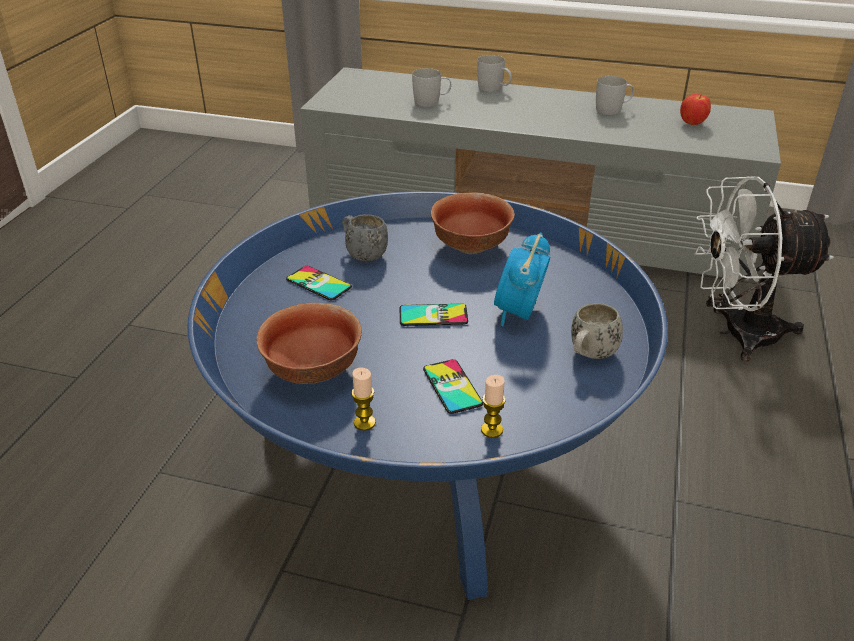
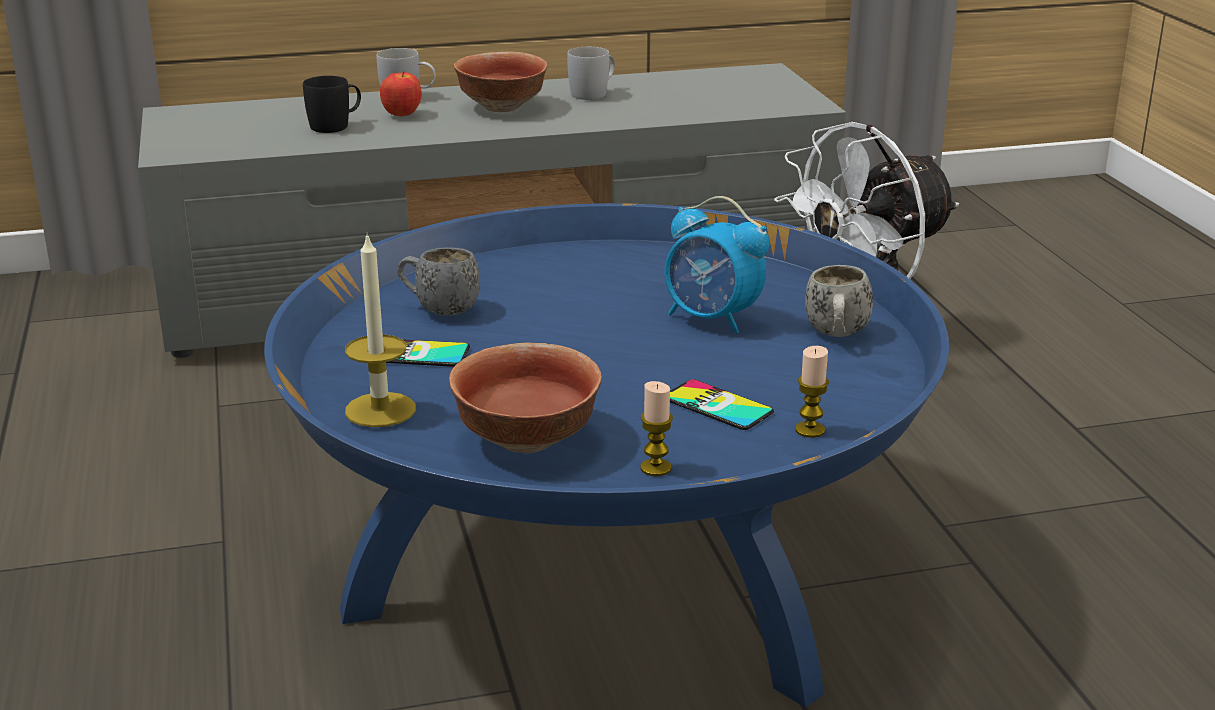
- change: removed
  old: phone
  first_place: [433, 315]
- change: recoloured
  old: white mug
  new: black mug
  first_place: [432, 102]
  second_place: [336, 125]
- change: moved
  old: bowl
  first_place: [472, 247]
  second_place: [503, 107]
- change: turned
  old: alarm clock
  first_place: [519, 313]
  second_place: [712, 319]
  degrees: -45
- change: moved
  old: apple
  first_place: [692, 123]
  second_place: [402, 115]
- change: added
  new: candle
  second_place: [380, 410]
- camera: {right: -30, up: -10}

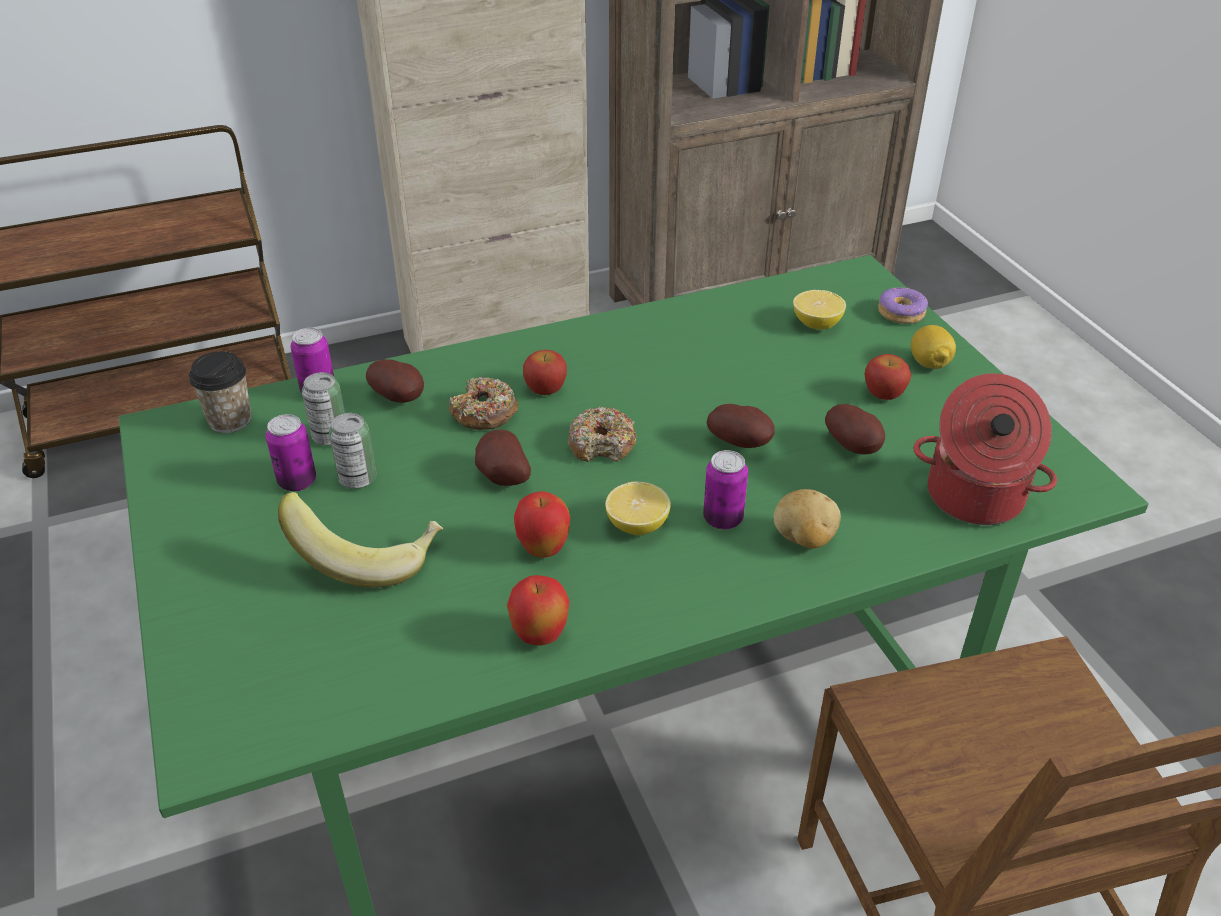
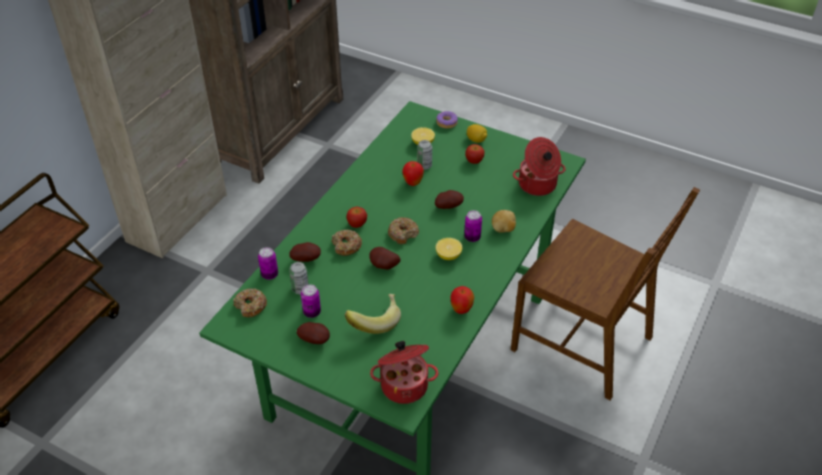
- change: replaced
  old: cup
  new: donut
  first_place: [230, 420]
  second_place: [250, 306]
- change: moved
  old: can
  first_place: [358, 479]
  second_place: [424, 166]
- change: moved
  old: apple
  first_place: [543, 550]
  second_place: [412, 183]
- change: moved
  old: potato
  first_place: [854, 448]
  second_place: [315, 339]
- change: added
  new: cooking pot
  second_place: [404, 384]
- camera: {right: -40, up: 5}

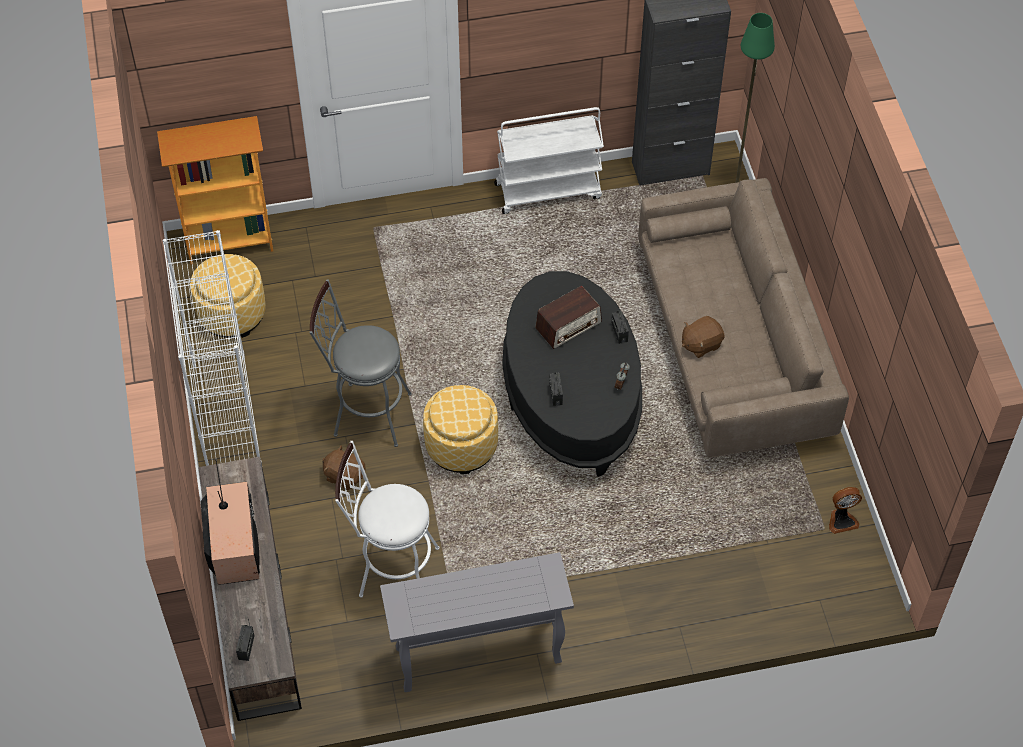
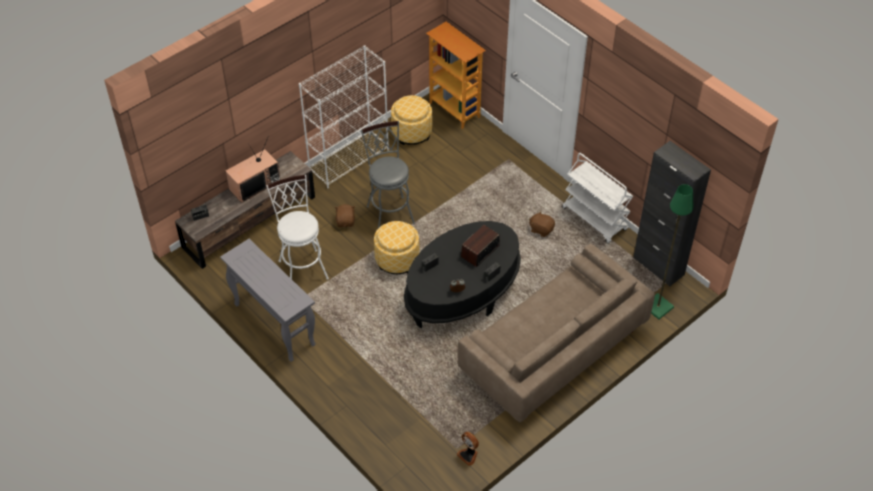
- change: turned
  old: radio
  first_place: [568, 325]
  second_place: [480, 251]
  degrees: 105
- change: moved
  old: brown plush toy
  first_place: [701, 344]
  second_place: [541, 229]
- camera: {right: 60, up: -5}

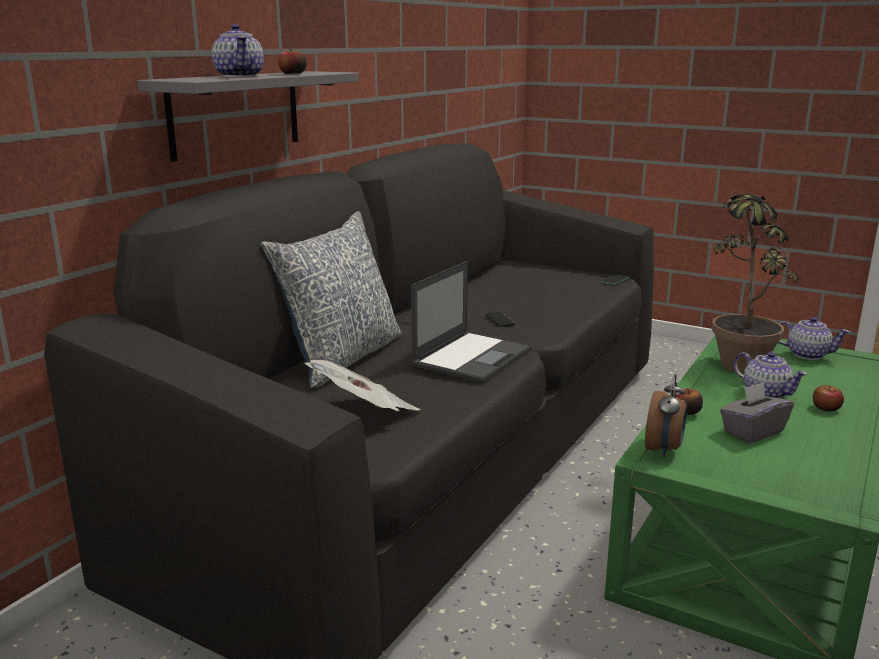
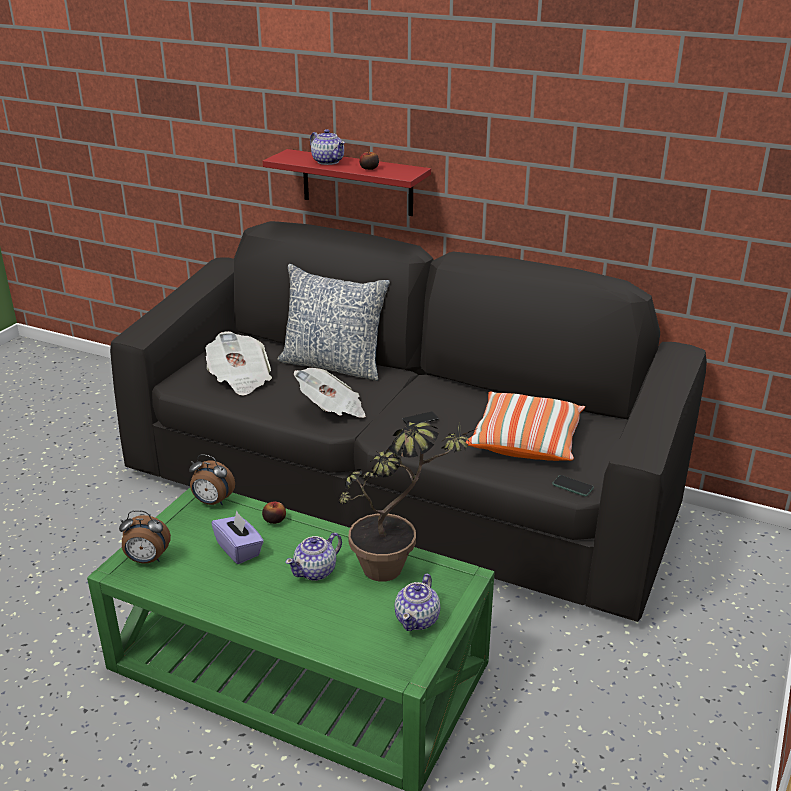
- change: recoloured
  old: grey shelf
  new: red shelf
  first_place: [236, 113]
  second_place: [357, 183]
- change: turned
  old: teapot
  first_place: [240, 76]
  second_place: [328, 161]
  degrees: -105
- change: replaced
  old: laptop
  new: newspaper
  first_place: [473, 357]
  second_place: [332, 410]
- change: recoloured
  old: grey tissue box
  new: purple tissue box
  first_place: [752, 432]
  second_place: [239, 549]
- change: removed
  old: apple
  first_place: [826, 408]
- change: added
  new: alarm clock
  second_place: [147, 560]
- change: added
  new: pillow
  second_place: [525, 441]
- camera: {right: 85, up: 10}

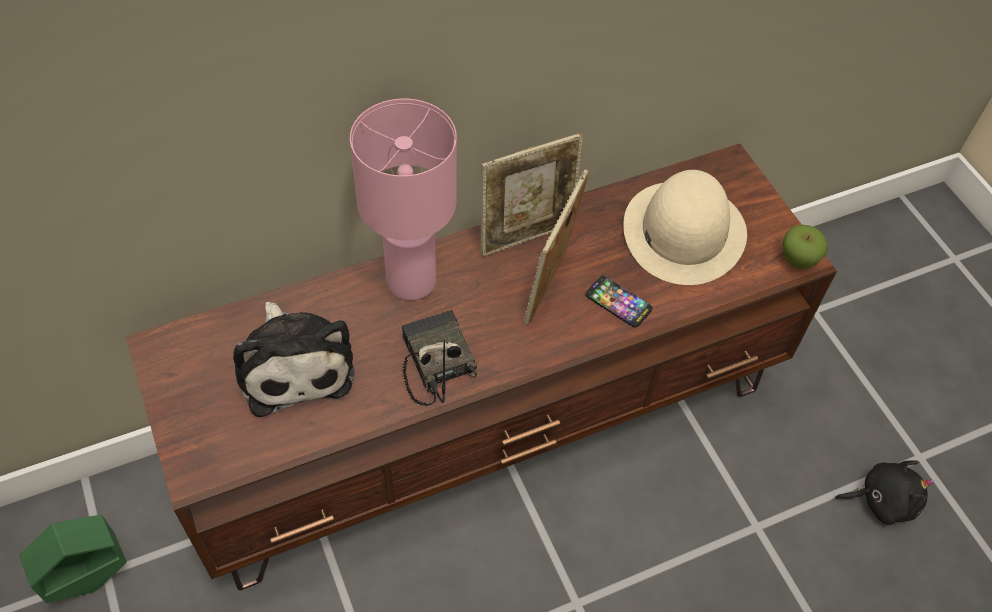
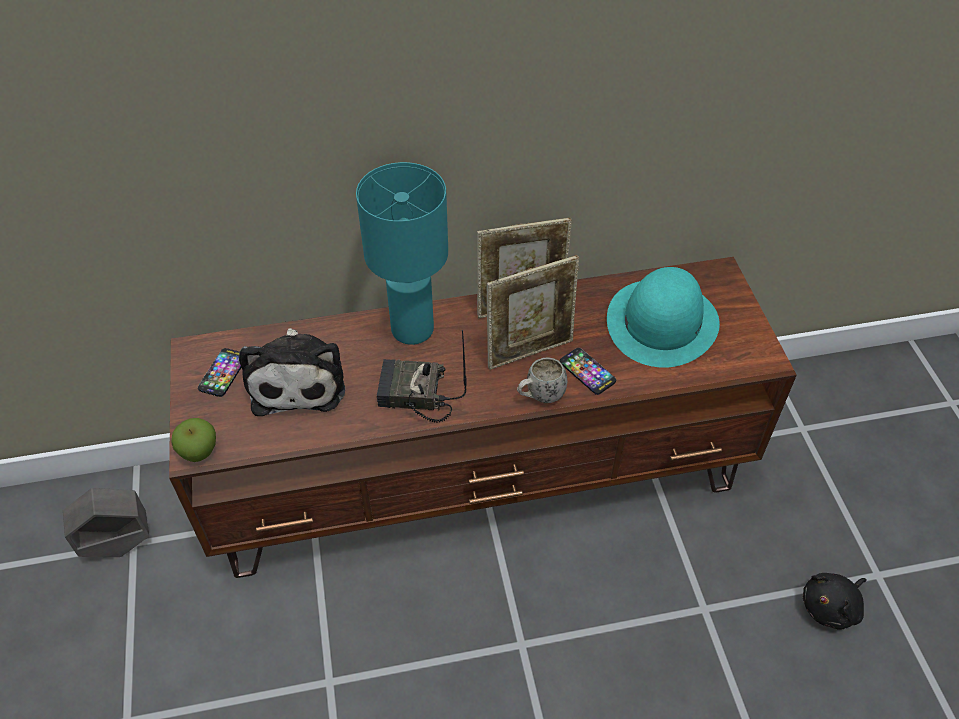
- change: recoloured
  old: green planter
  new: grey planter
  first_place: [88, 576]
  second_place: [119, 544]
- change: recoloured
  old: pink table lamp
  new: turquoise table lamp
  first_place: [412, 281]
  second_place: [413, 329]
- change: turned
  old: radio
  first_place: [434, 362]
  second_place: [414, 396]
  degrees: -75
- change: turned
  old: picture frame
  first_place: [549, 287]
  second_place: [530, 351]
  degrees: -150
- change: recoloured
  old: beige hat
  new: turquoise hat
  first_place: [683, 231]
  second_place: [662, 321]
- change: moved
  old: apple
  first_place: [798, 260]
  second_place: [199, 452]
- change: turned
  old: black plush toy
  first_place: [882, 500]
  second_place: [831, 607]
  degrees: 135
- change: added
  new: phone
  second_place: [223, 373]
- change: added
  new: white mug
  second_place: [540, 396]
- camera: {right: 15, up: -5}

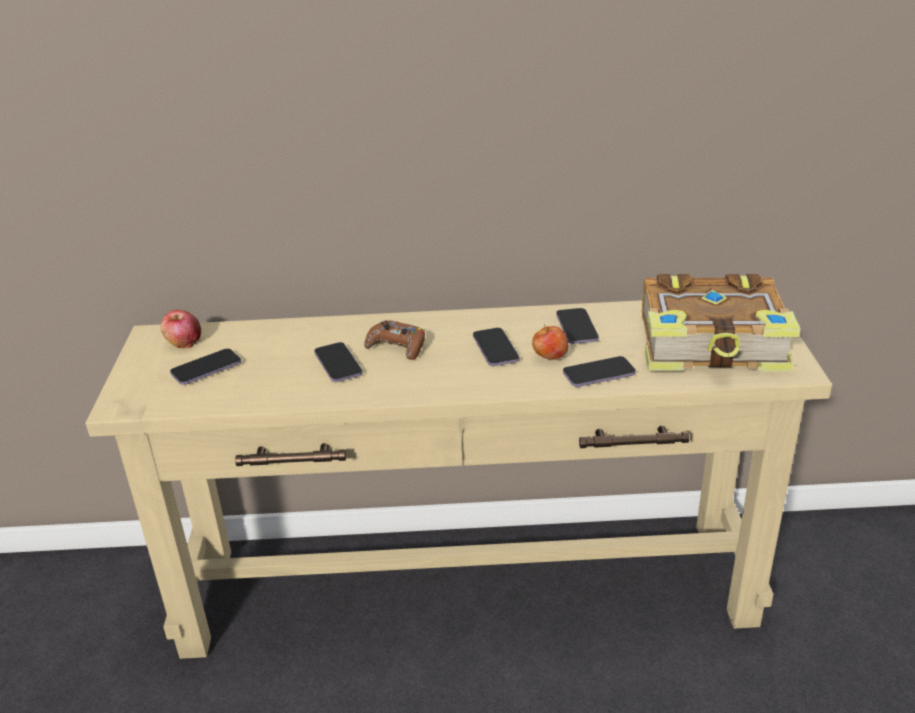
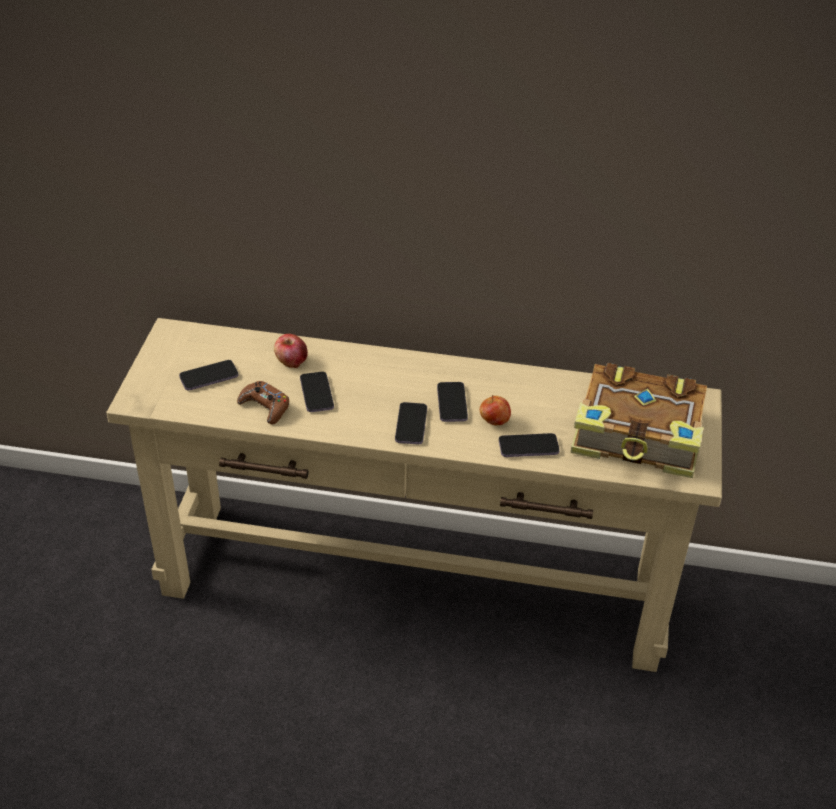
- change: moved
  old: apple
  first_place: [184, 342]
  second_place: [291, 361]
- change: moved
  old: brown game controller
  first_place: [397, 346]
  second_place: [265, 407]
- change: moved
  old: phone
  first_place: [577, 328]
  second_place: [411, 425]
- camera: {right: 10, up: 10}

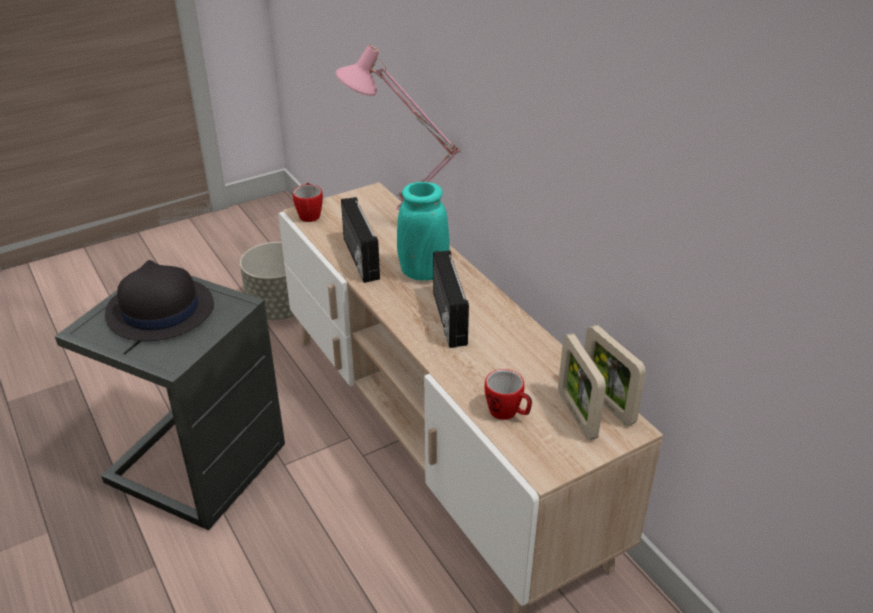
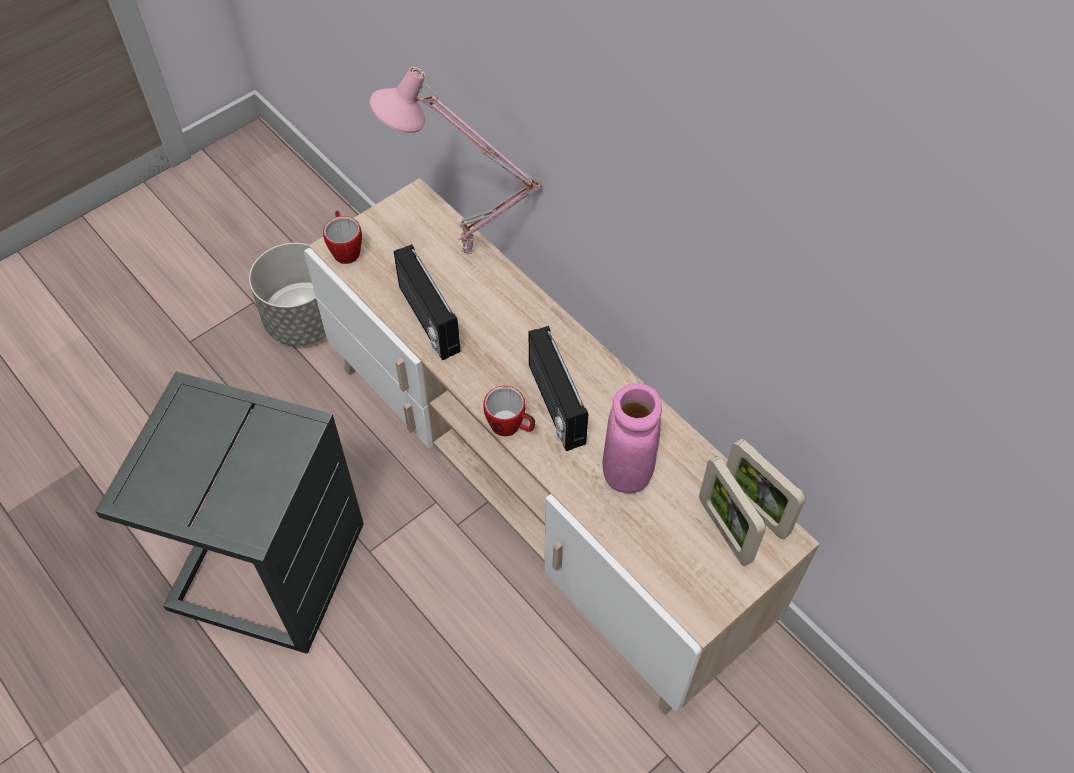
- change: removed
  old: black hat
  first_place: [159, 311]
- change: removed
  old: turquoise vase
  first_place: [423, 273]
- change: moved
  old: mug
  first_place: [508, 413]
  second_place: [511, 427]
- change: added
  new: pink vase
  second_place: [627, 470]
- camera: {right: -10, up: 20}

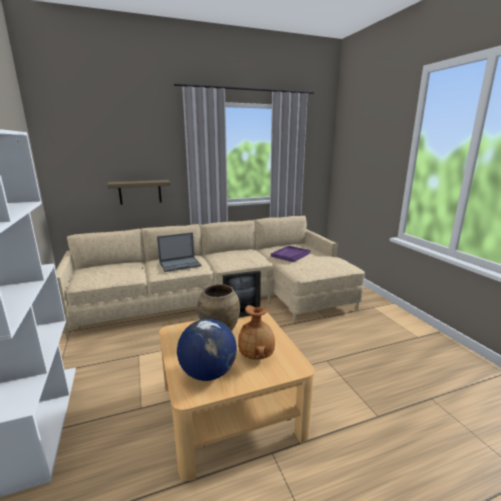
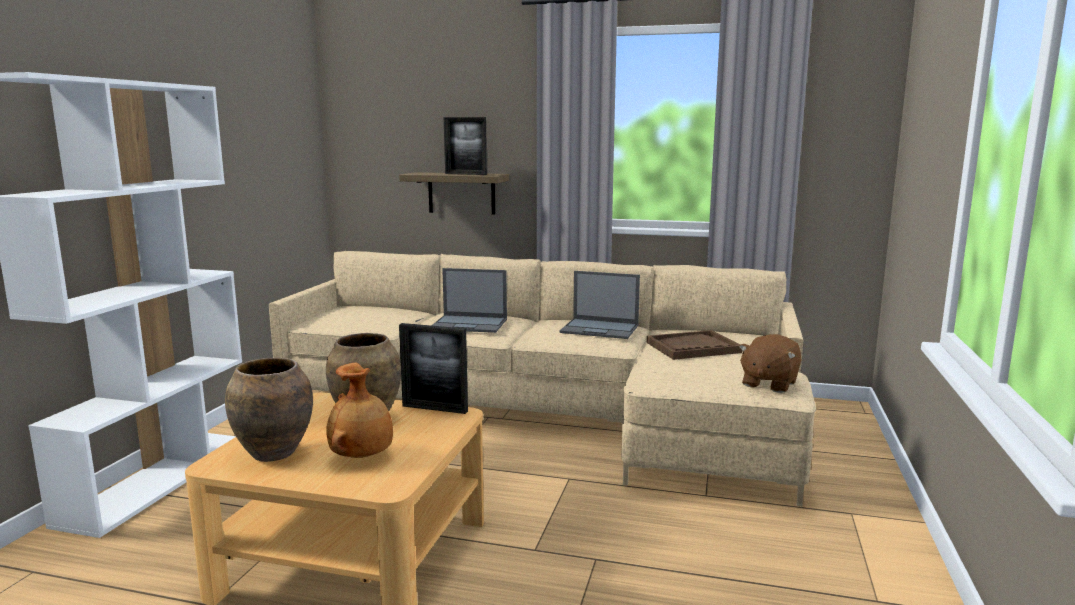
- change: replaced
  old: globe
  new: brown vase
  first_place: [208, 373]
  second_place: [273, 453]
- change: recoloured
  old: purple tray
  new: brown tray
  first_place: [290, 255]
  second_place: [693, 347]
- change: added
  new: picture frame
  second_place: [465, 174]
- change: added
  new: laptop
  second_place: [600, 329]
- change: added
  new: brown plush toy
  second_place: [768, 383]
- camera: {right: 35, up: -5}

